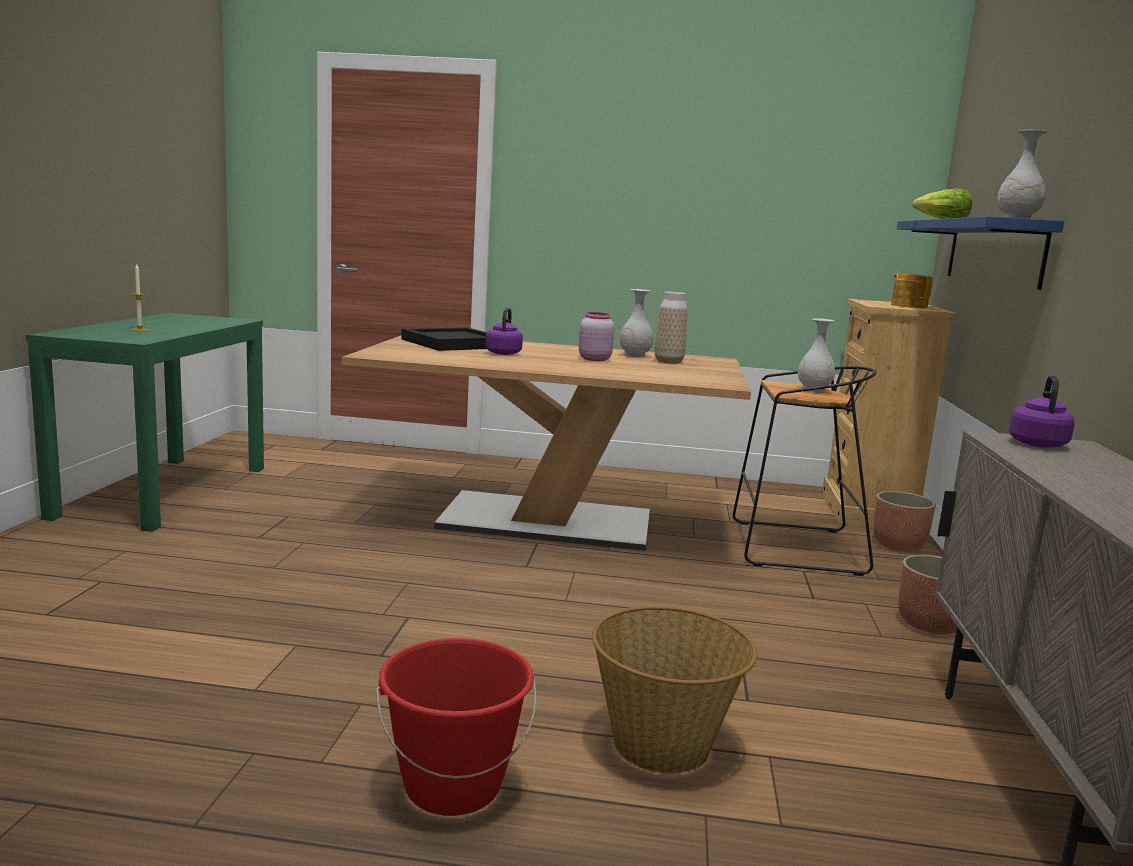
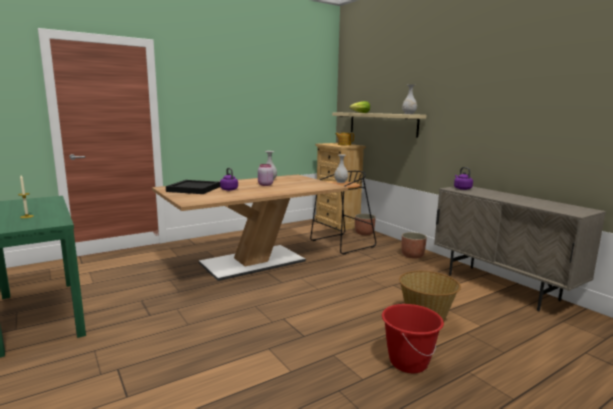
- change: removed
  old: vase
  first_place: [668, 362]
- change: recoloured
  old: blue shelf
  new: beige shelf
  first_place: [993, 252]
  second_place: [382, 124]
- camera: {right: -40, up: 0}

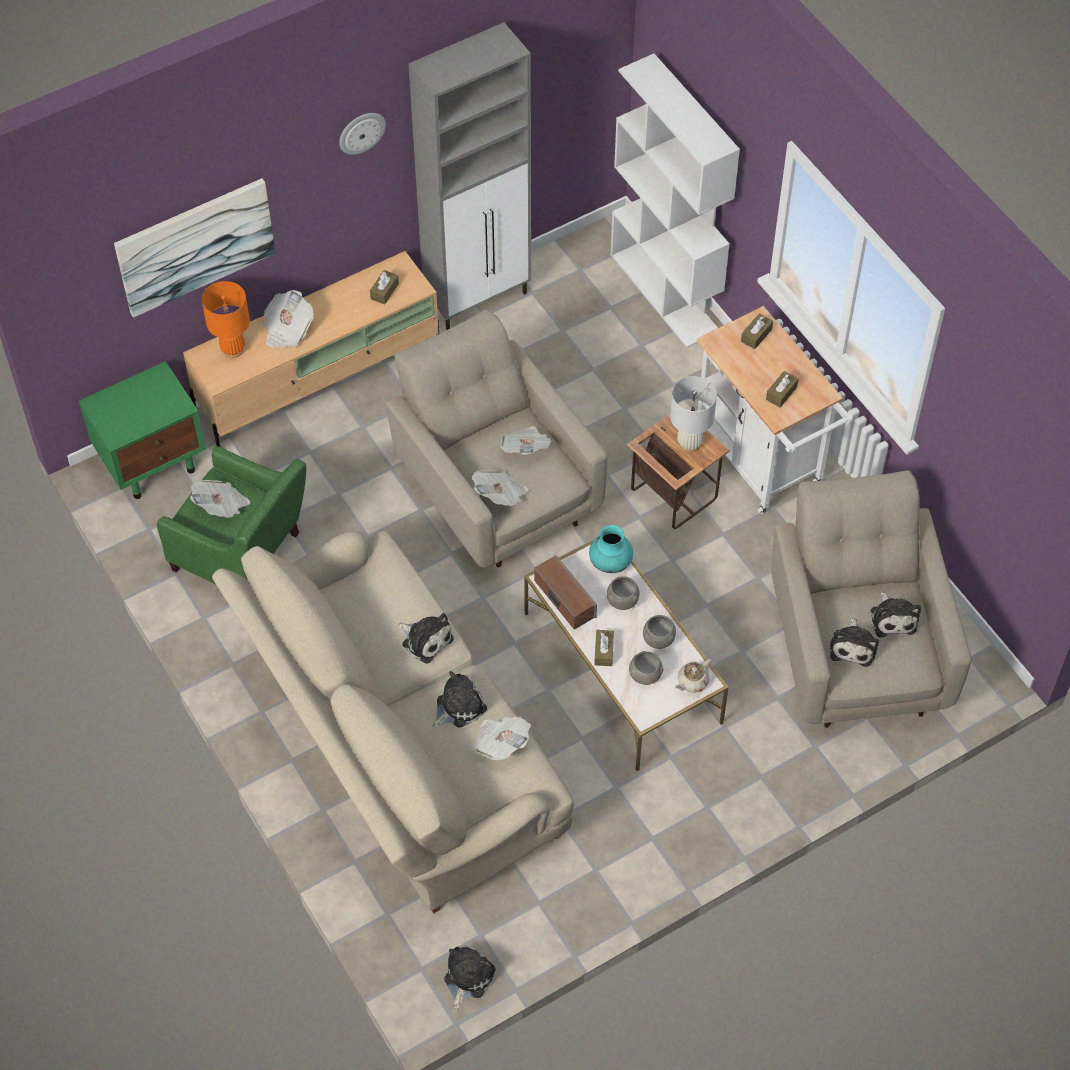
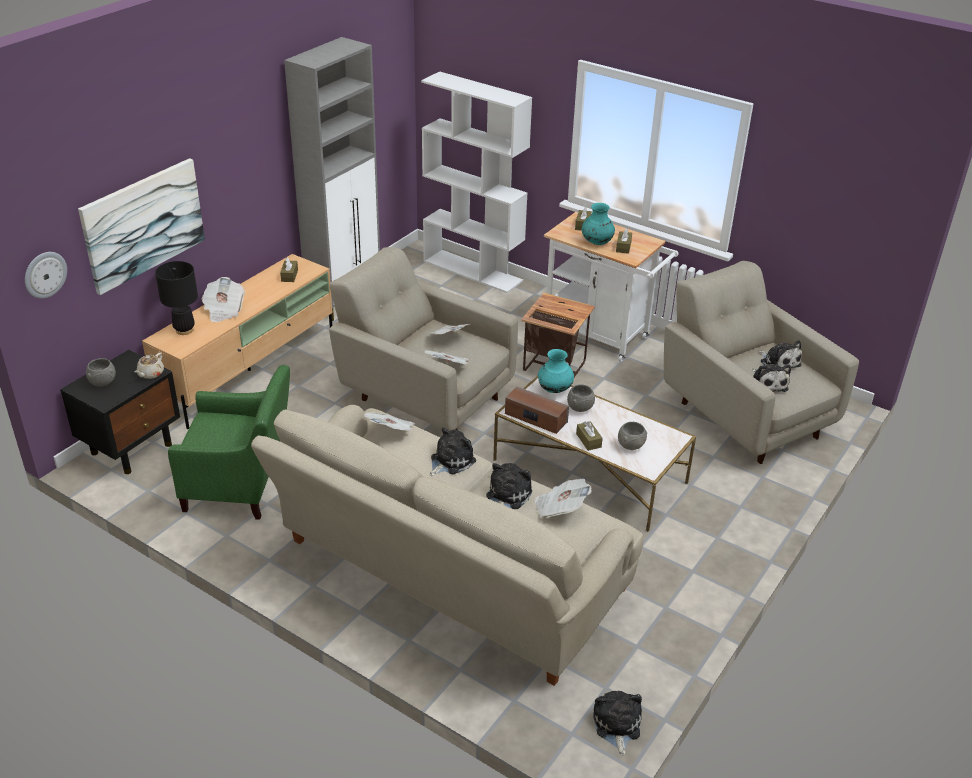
- change: recoloured
  old: green nightstand
  new: black nightstand
  first_place: [153, 463]
  second_place: [132, 448]
- change: moved
  old: newspaper
  first_place: [222, 506]
  second_place: [391, 432]
- change: recoloured
  old: orange table lamp
  new: black table lamp
  first_place: [233, 350]
  second_place: [184, 330]
- change: moved
  old: wall clock
  first_place: [361, 132]
  second_place: [45, 274]
- change: turned
  old: plush toy
  first_place: [425, 639]
  second_place: [450, 461]
  degrees: -60
- change: moved
  old: grey bowl
  first_place: [658, 639]
  second_place: [103, 382]
- change: removed
  old: white table lamp
  first_place: [689, 443]
- change: moved
  old: beige teapot
  first_place: [692, 682]
  second_place: [150, 374]
- change: added
  new: turquoise vase
  second_place: [596, 243]
- camera: {right: -25, up: -20}

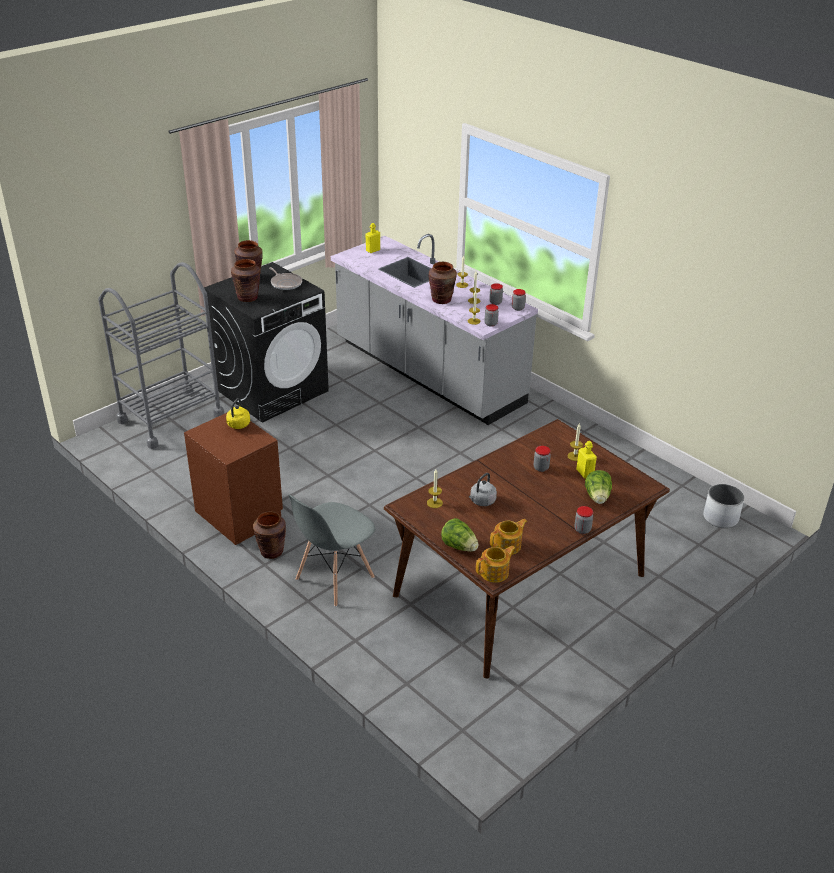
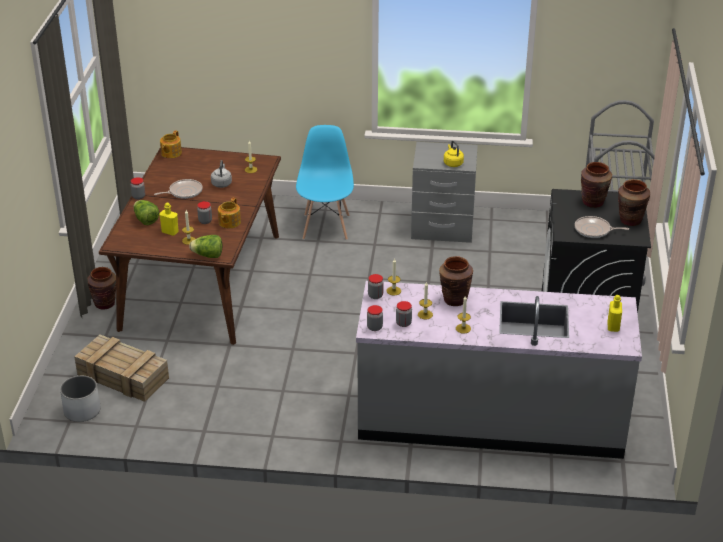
- change: recoloured
  old: brown nightstand
  new: grey nightstand
  first_place: [239, 514]
  second_place: [442, 228]
- change: moved
  old: brown vase
  first_place: [271, 551]
  second_place: [105, 304]
- change: recoloured
  old: grey chair
  new: blue chair
  first_place: [334, 579]
  second_place: [326, 227]
- change: moved
  old: lettuce
  first_place: [459, 546]
  second_place: [208, 255]
- change: moved
  old: teapot
  first_place: [508, 545]
  second_place: [229, 222]
- change: added
  new: crate
  second_place: [124, 376]
- change: added
  new: frying pan
  second_place: [184, 192]
- camera: {right: 140, up: 0}

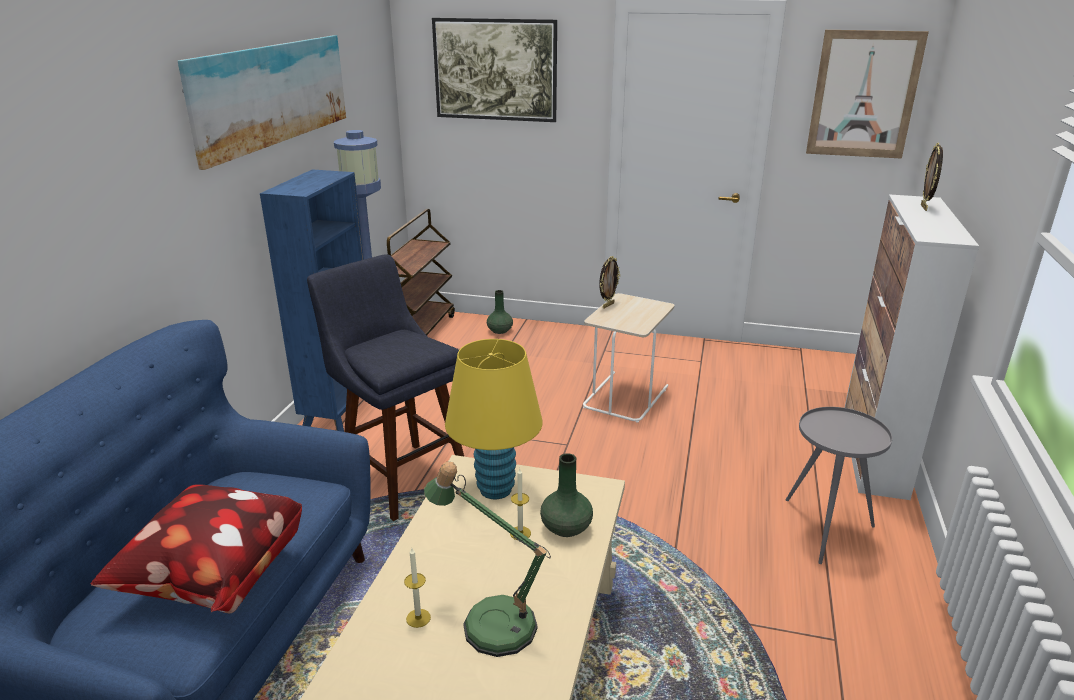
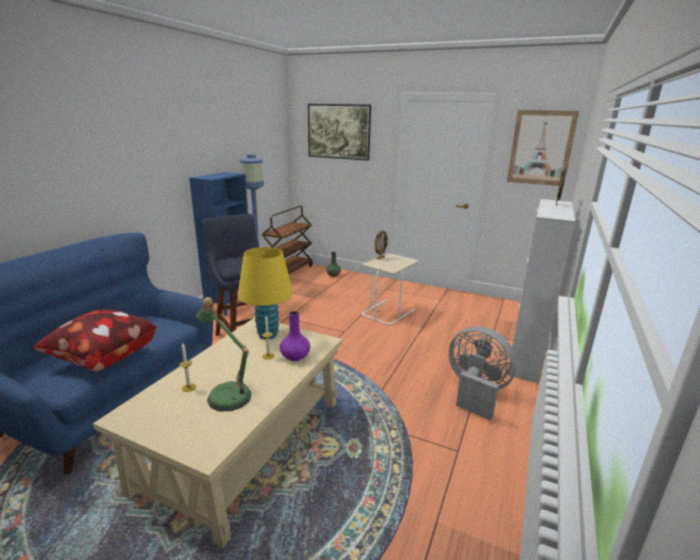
- change: removed
  old: picture
  first_place: [270, 94]
- change: recoloured
  old: green vase
  new: purple vase
  first_place: [566, 528]
  second_place: [295, 357]
- change: replaced
  old: grey side table
  new: grey fan
  first_place: [823, 531]
  second_place: [475, 392]
- camera: {right: 10, up: -5}

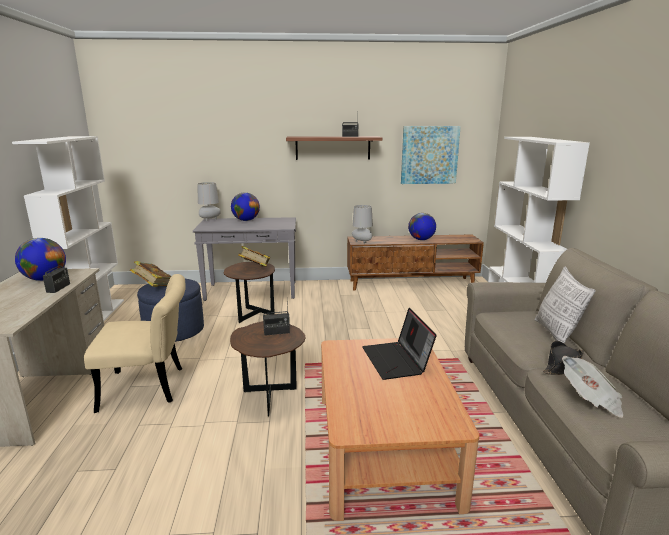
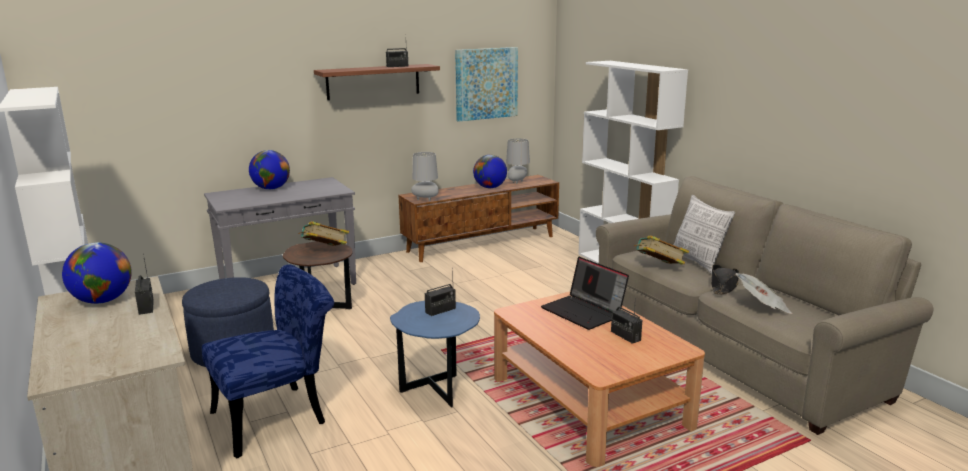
- change: recoloured
  old: beige chair
  new: blue chair
  first_place: [150, 387]
  second_place: [279, 416]
- change: moved
  old: book
  first_place: [153, 287]
  second_place: [659, 267]
- change: moved
  old: grey table lamp
  first_place: [210, 220]
  second_place: [517, 182]
- change: recoloured
  old: brown side table
  new: blue side table
  first_place: [270, 400]
  second_place: [438, 392]
- change: added
  new: radio
  second_place: [625, 336]
- camera: {right: -25, up: 0}

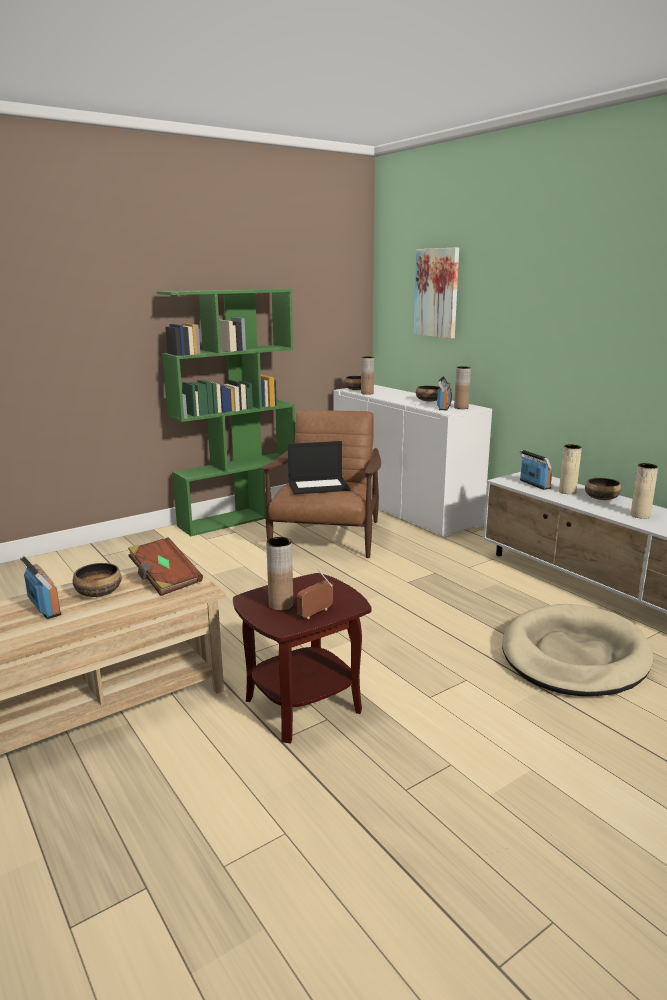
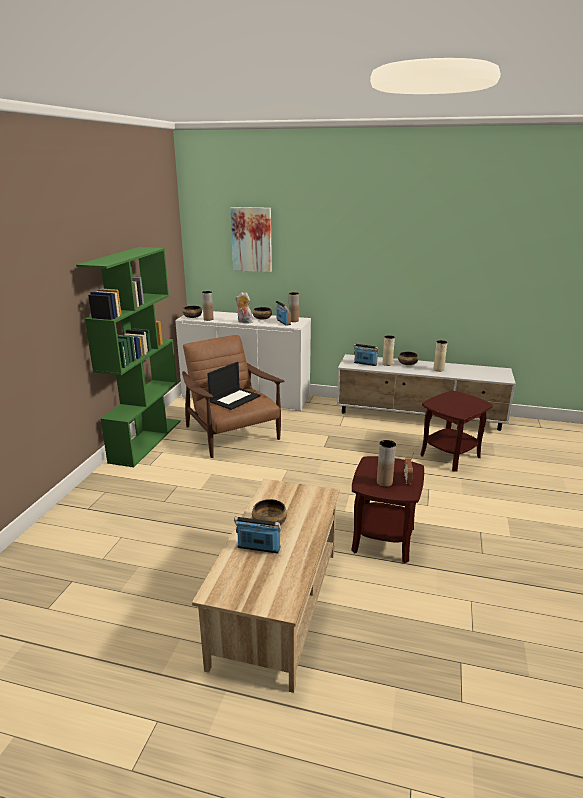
- change: removed
  old: brown book
  first_place: [164, 579]
- change: replaced
  old: beige dog bed
  new: brown side table
  first_place: [574, 656]
  second_place: [450, 456]
- change: added
  new: plush toy
  second_place: [244, 322]
- camera: {right: -40, up: 5}

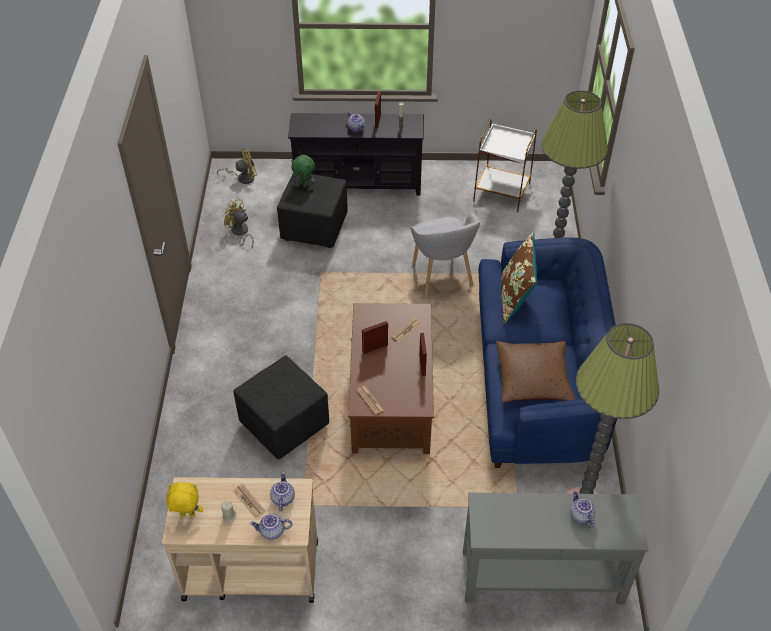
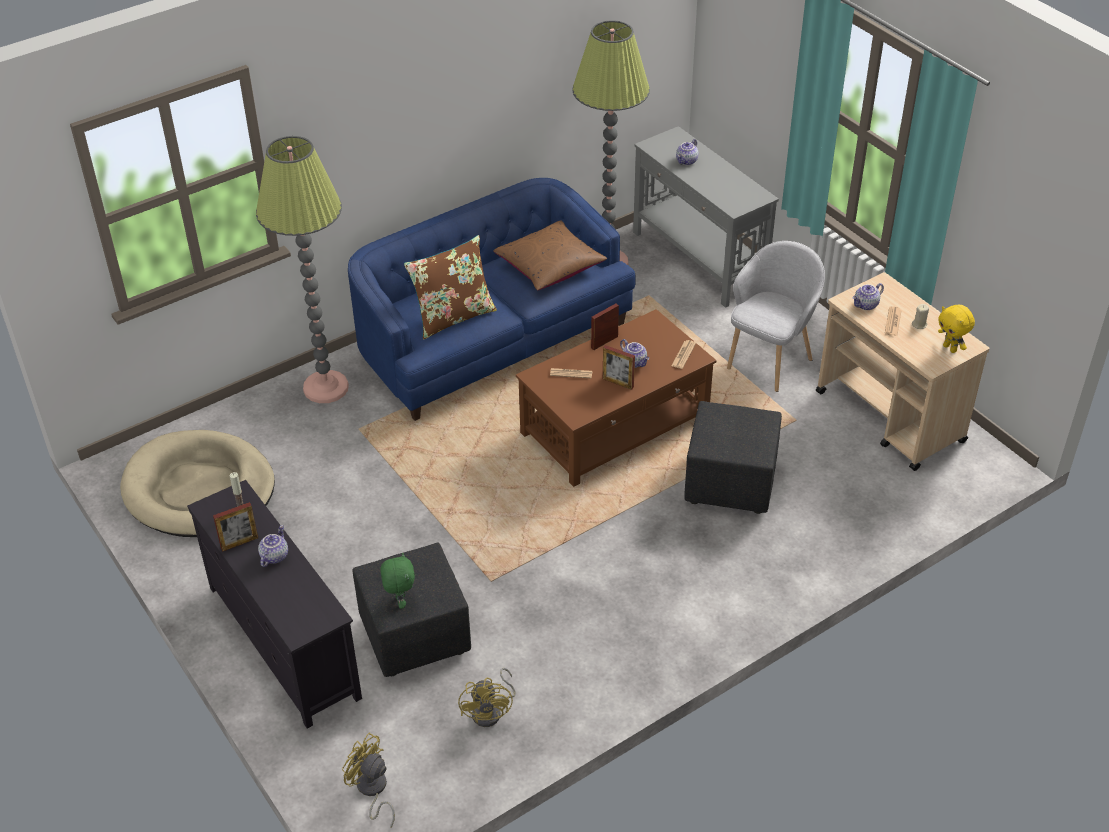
- change: moved
  old: teapot
  first_place: [272, 532]
  second_place: [635, 362]
- change: moved
  old: grey armchair
  first_place: [441, 277]
  second_place: [770, 361]
- change: replaced
  old: white side table
  new: beige dog bed
  first_place: [501, 193]
  second_place: [199, 489]
- camera: {right: -125, up: -5}

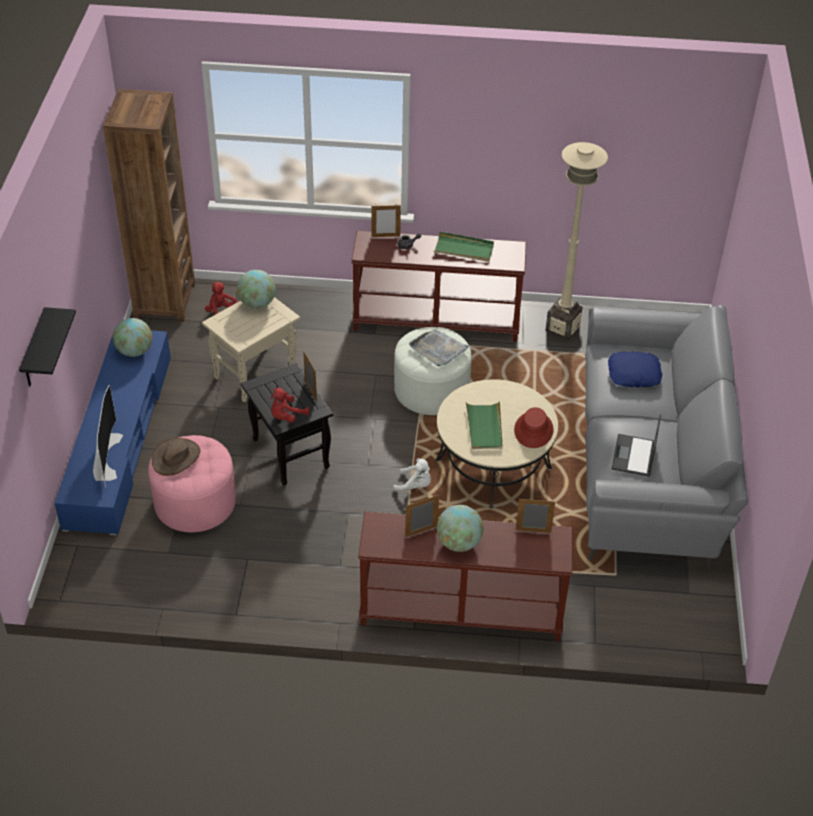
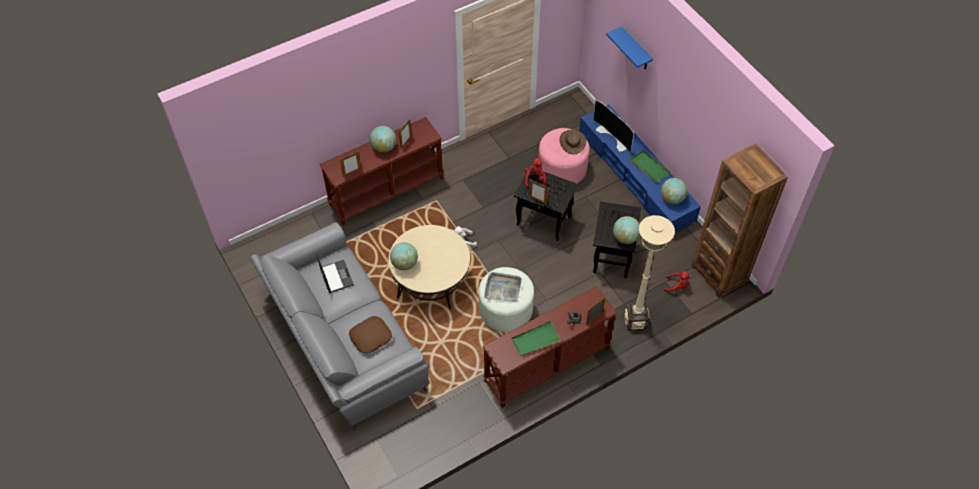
- change: recoloured
  old: black shelf
  new: blue shelf
  first_place: [34, 350]
  second_place: [636, 50]
- change: recoloured
  old: beige side table
  new: black side table
  first_place: [254, 376]
  second_place: [612, 256]
- change: moved
  old: green tray
  first_place: [484, 427]
  second_place: [649, 167]
- change: replaced
  old: red hat
  new: globe
  first_place: [533, 430]
  second_place: [404, 264]
- change: moved
  old: beige floor lamp
  first_place: [562, 328]
  second_place: [635, 321]
- change: recoloured
  old: blue pillow
  new: brown pillow
  first_place: [634, 374]
  second_place: [370, 337]
- camera: {right: 145, up: 10}

